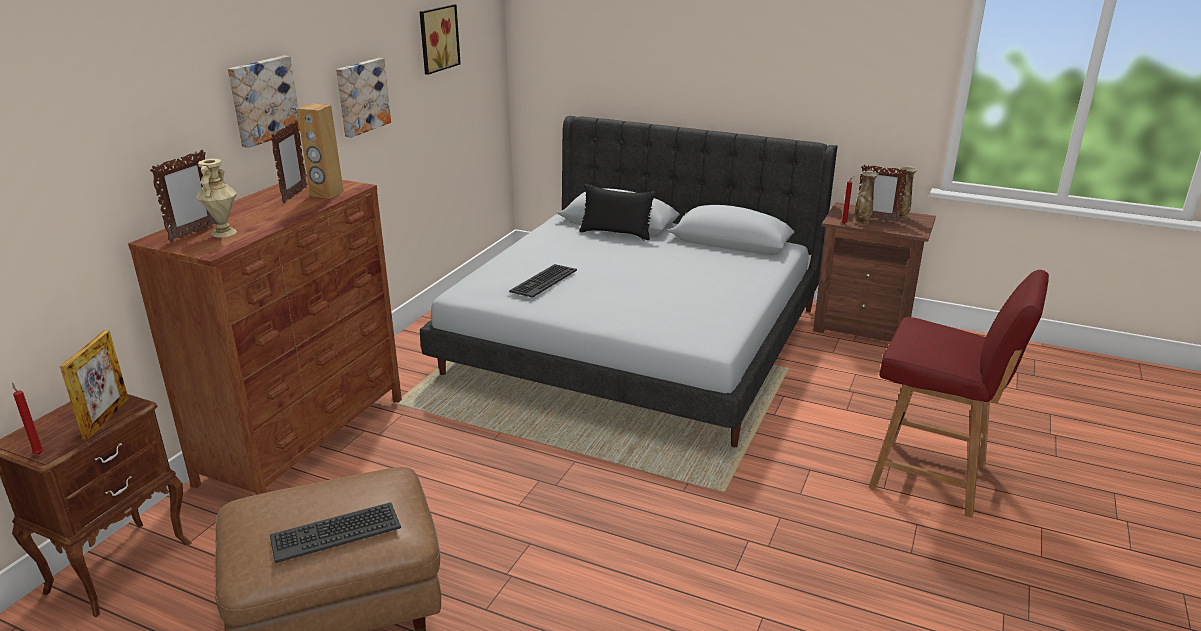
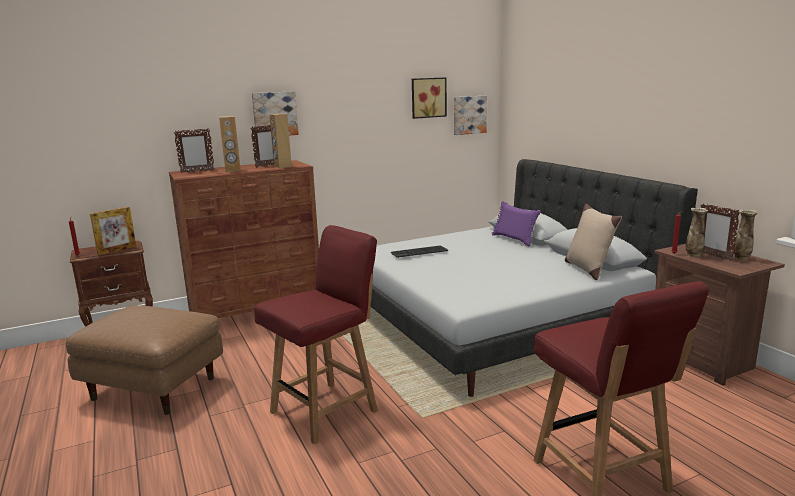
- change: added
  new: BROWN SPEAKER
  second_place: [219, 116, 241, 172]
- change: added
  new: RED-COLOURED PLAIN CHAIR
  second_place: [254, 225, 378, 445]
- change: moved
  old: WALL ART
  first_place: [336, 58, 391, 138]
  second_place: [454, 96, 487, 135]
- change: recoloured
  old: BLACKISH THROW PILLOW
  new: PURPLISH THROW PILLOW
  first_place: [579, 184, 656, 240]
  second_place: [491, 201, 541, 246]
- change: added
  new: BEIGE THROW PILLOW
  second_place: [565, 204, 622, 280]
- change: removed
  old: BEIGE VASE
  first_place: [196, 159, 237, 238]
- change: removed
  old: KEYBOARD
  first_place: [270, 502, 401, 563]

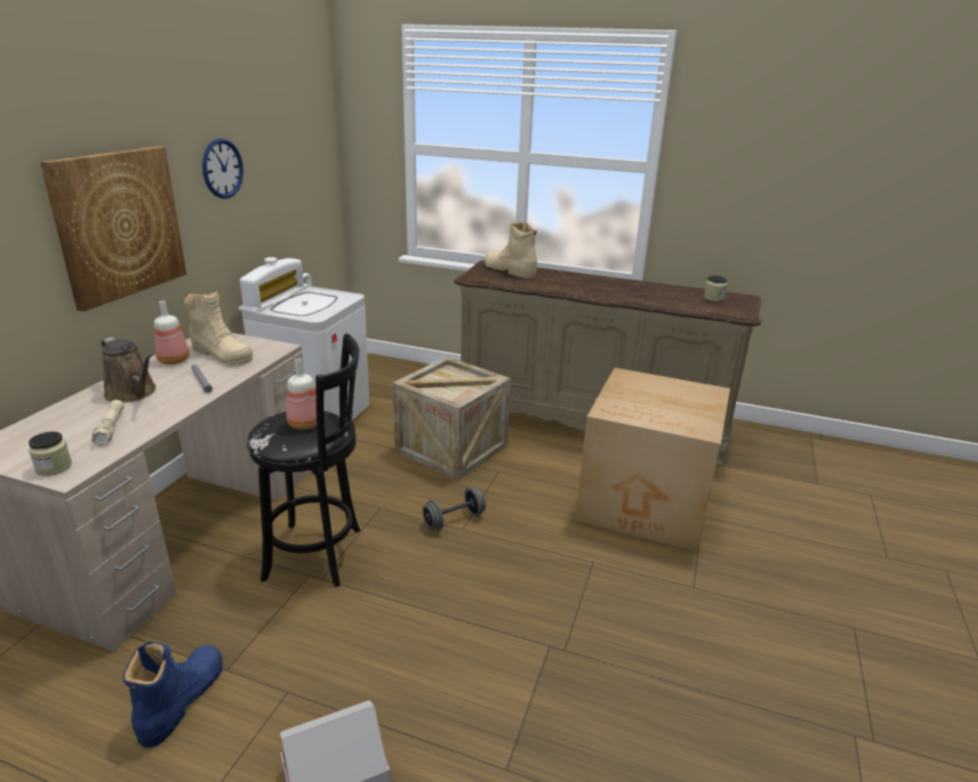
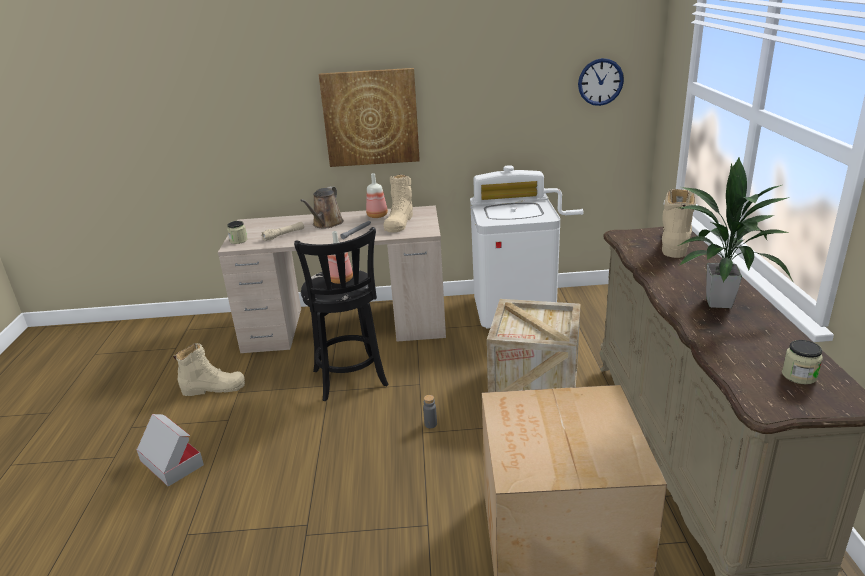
- change: recoloured
  old: BLUE TALL BOOT
  new: BEIGE TALL BOOT
  first_place: [123, 641, 223, 748]
  second_place: [174, 343, 245, 396]
- change: replaced
  old: GREY FREE WEIGHT
  new: GREY BEVERAGE BOTTLE
  first_place: [423, 487, 486, 530]
  second_place: [423, 395, 437, 428]
- change: moved
  old: CLOCK ON THE WALL
  first_place: [202, 138, 243, 198]
  second_place: [578, 58, 624, 106]
- change: added
  new: PLANT IN A POT
  second_place: [678, 157, 794, 308]

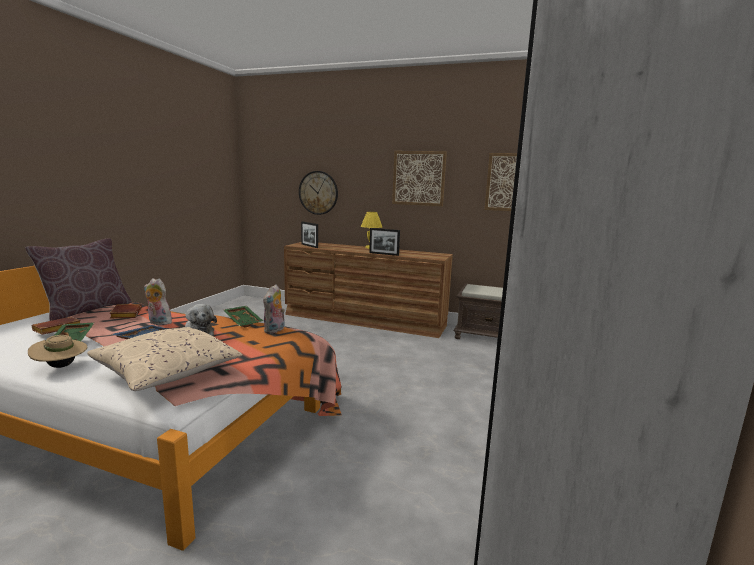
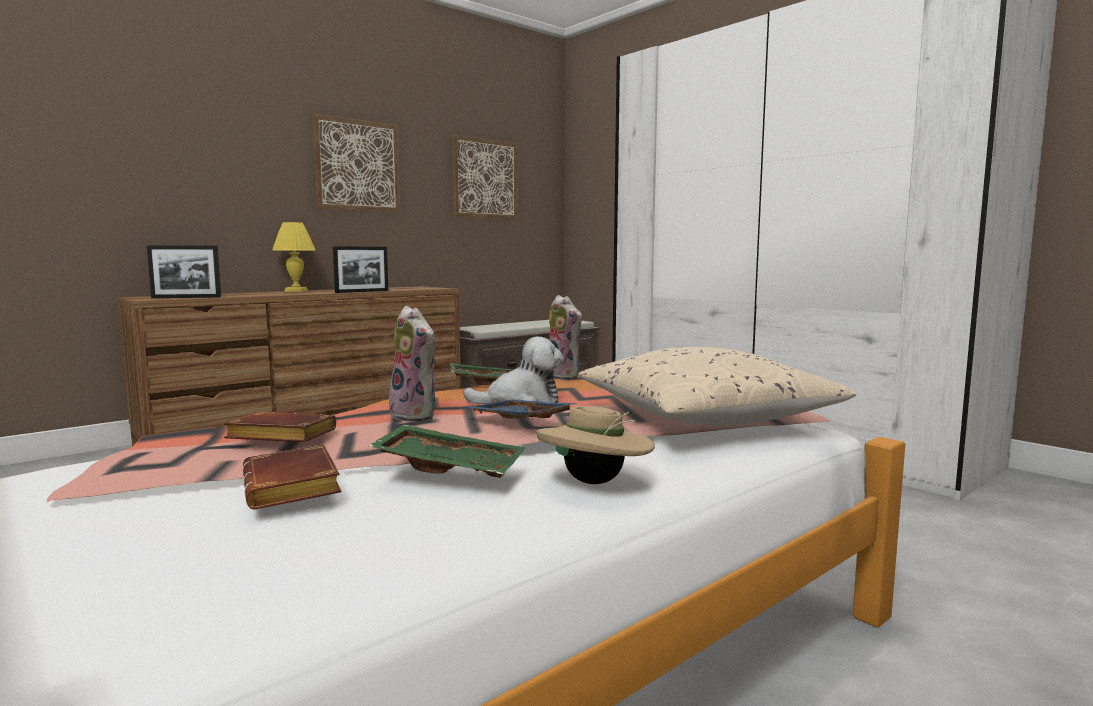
- change: turned
  old: PLUSH TOY
  first_place: [144, 278, 174, 325]
  second_place: [389, 306, 437, 422]
  degrees: -90
- change: removed
  old: BROWN THROW PILLOW
  first_place: [25, 238, 132, 321]
- change: removed
  old: CLOCK ON THE WALL
  first_place: [299, 171, 338, 215]

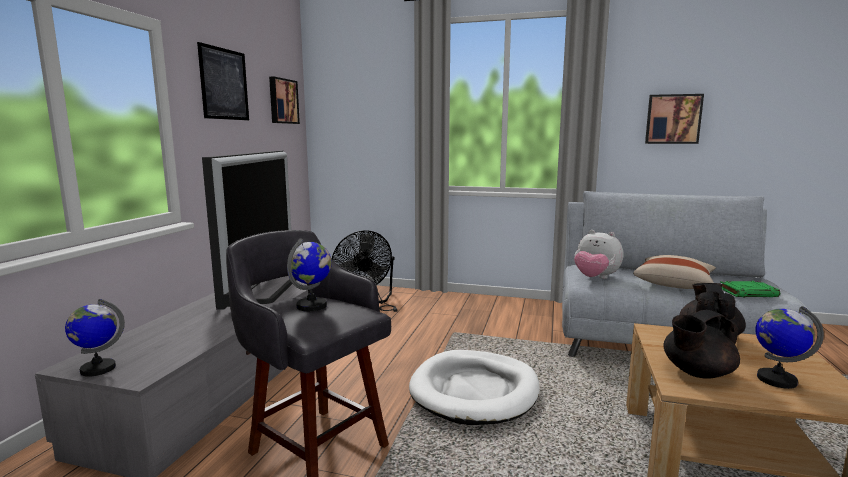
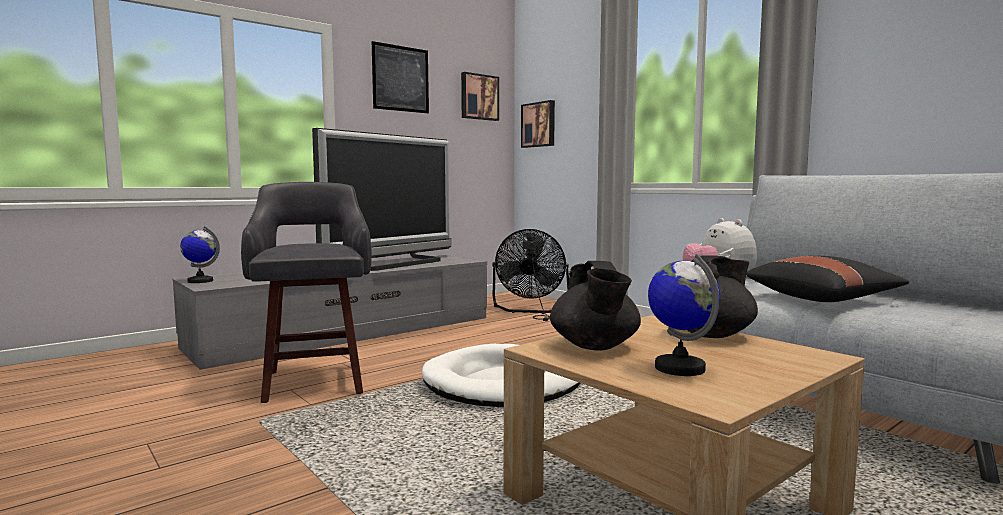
- change: moved
  old: WALL ART
  first_place: [645, 94, 704, 144]
  second_place: [521, 100, 555, 148]
- change: turned
  old: BLACKISH TEAPOT
  first_place: [664, 310, 740, 379]
  second_place: [550, 261, 641, 350]
  degrees: -105
- change: recoloured
  old: BEIGE THROW PILLOW
  new: BLACKISH THROW PILLOW
  first_place: [633, 255, 716, 289]
  second_place: [746, 256, 909, 302]
- change: removed
  old: WORLD GLOBE
  first_place: [287, 238, 332, 312]
- change: removed
  old: GREENISH VOLUME
  first_place: [720, 281, 780, 297]

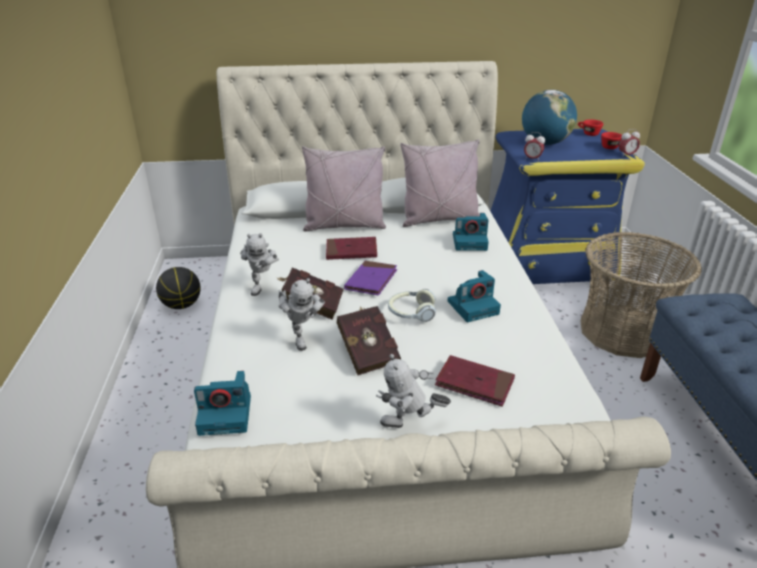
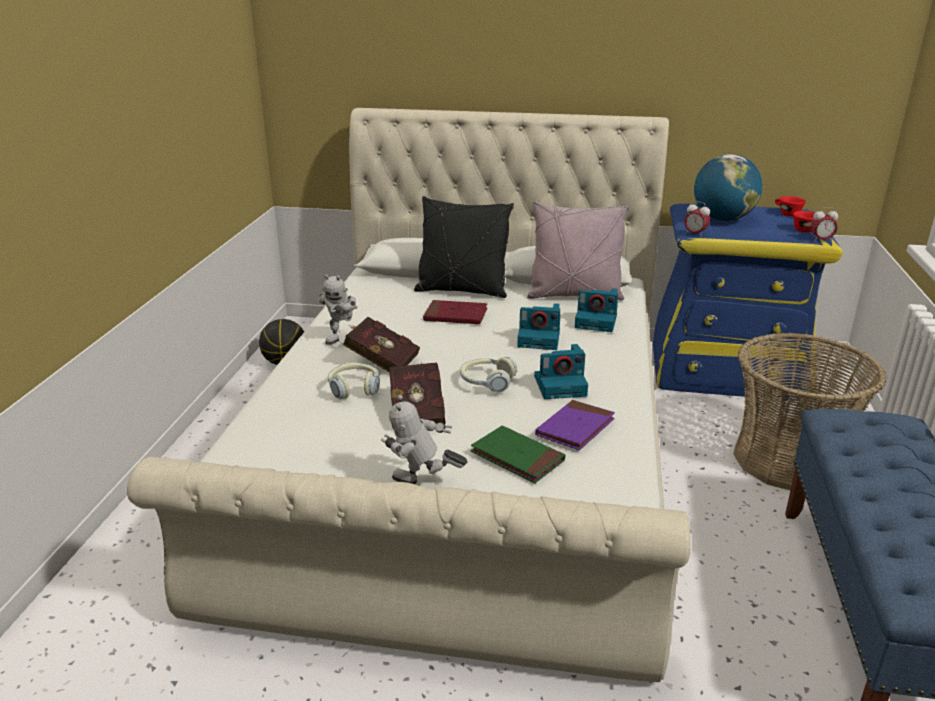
- change: replaced
  old: TOY ROBOT
  new: HEADSET
  first_place: [279, 278, 325, 351]
  second_place: [328, 362, 380, 399]
- change: recoloured
  old: PURPLISH THROW PILLOW
  new: BLACKISH THROW PILLOW
  first_place: [302, 146, 386, 231]
  second_place: [414, 196, 514, 298]
- change: recoloured
  old: RED-COLOURED VOLUME
  new: GREENISH VOLUME
  first_place: [435, 355, 515, 407]
  second_place: [471, 426, 565, 484]
- change: moved
  old: PHOTO CAMERA
  first_place: [194, 371, 251, 436]
  second_place: [517, 304, 560, 350]
- change: moved
  old: PURPLISH VOLUME
  first_place: [344, 261, 397, 296]
  second_place: [535, 400, 615, 450]

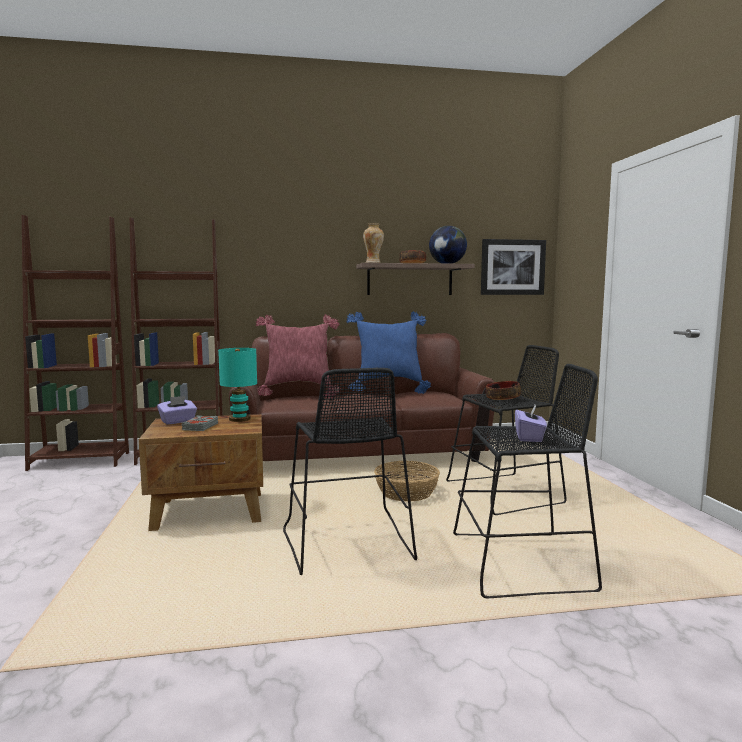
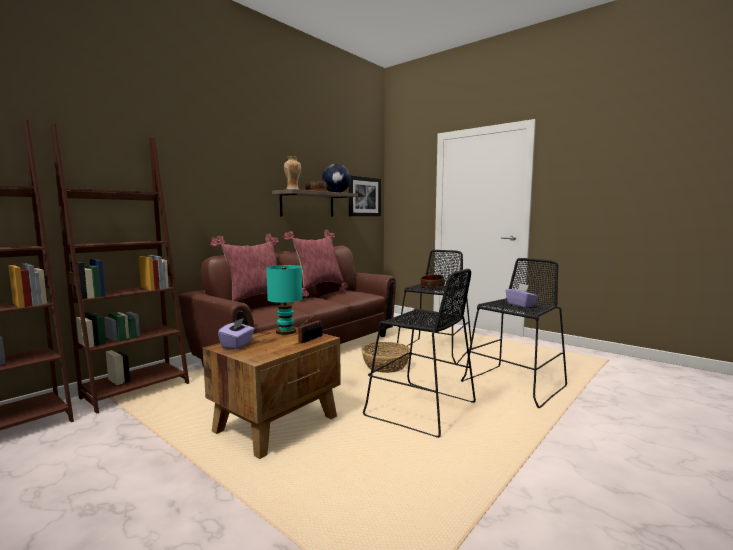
- change: recoloured
  old: BLUE THROW PILLOW
  new: RED-COLOURED THROW PILLOW
  first_place: [346, 311, 431, 394]
  second_place: [283, 229, 348, 297]
- change: added
  new: RADIO
  second_place: [298, 310, 323, 343]
- change: removed
  old: GREY VOLUME
  first_place: [182, 415, 218, 431]

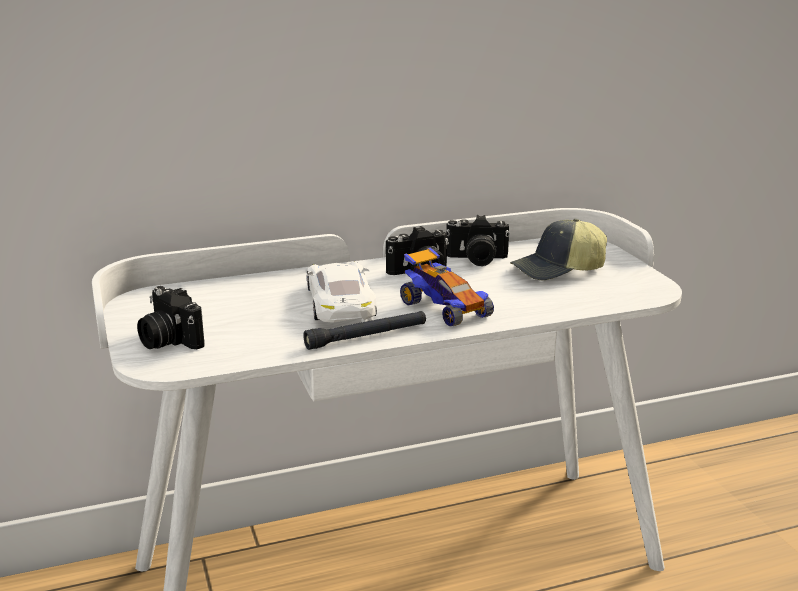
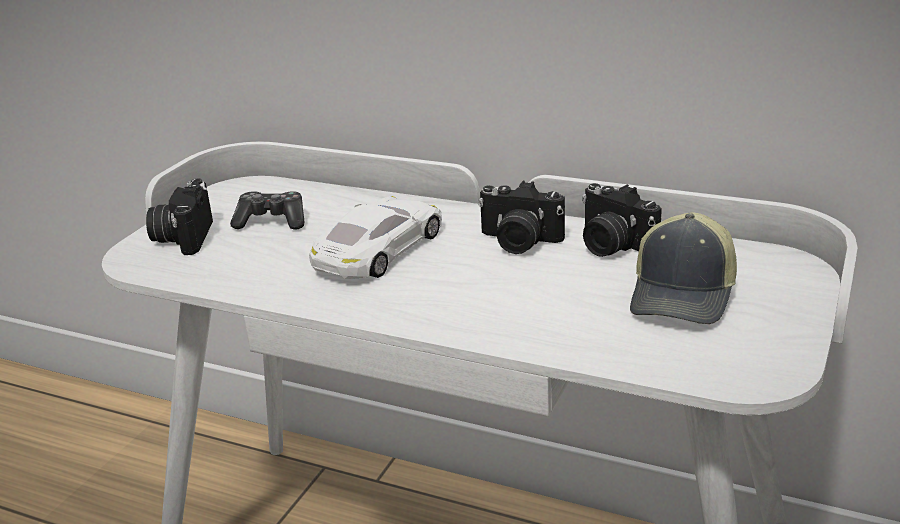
- change: added
  new: GAME CONTROLLER
  second_place: [230, 191, 305, 230]
- change: turned
  old: PEAKED CAP
  first_place: [510, 218, 607, 281]
  second_place: [630, 212, 737, 324]
  degrees: -90
- change: removed
  old: BLACKISH HAND TORCH
  first_place: [303, 311, 426, 350]
- change: removed
  old: MINIATURE CAR
  first_place: [400, 248, 494, 326]

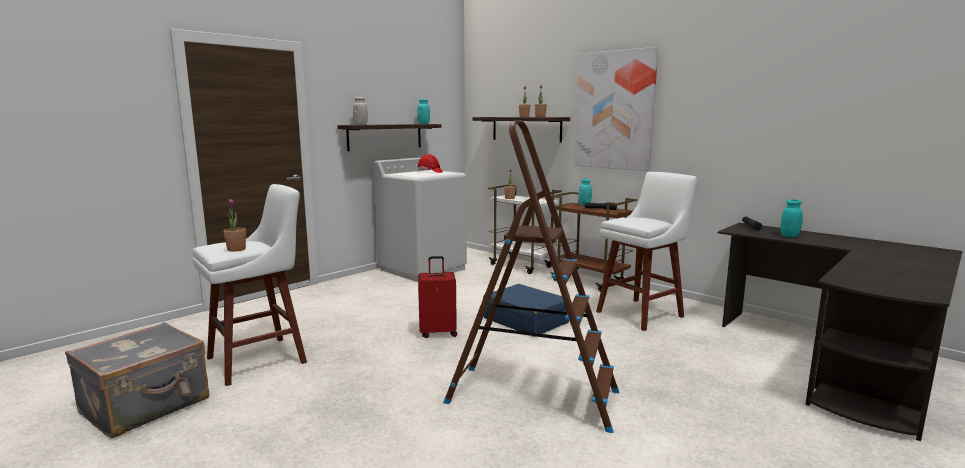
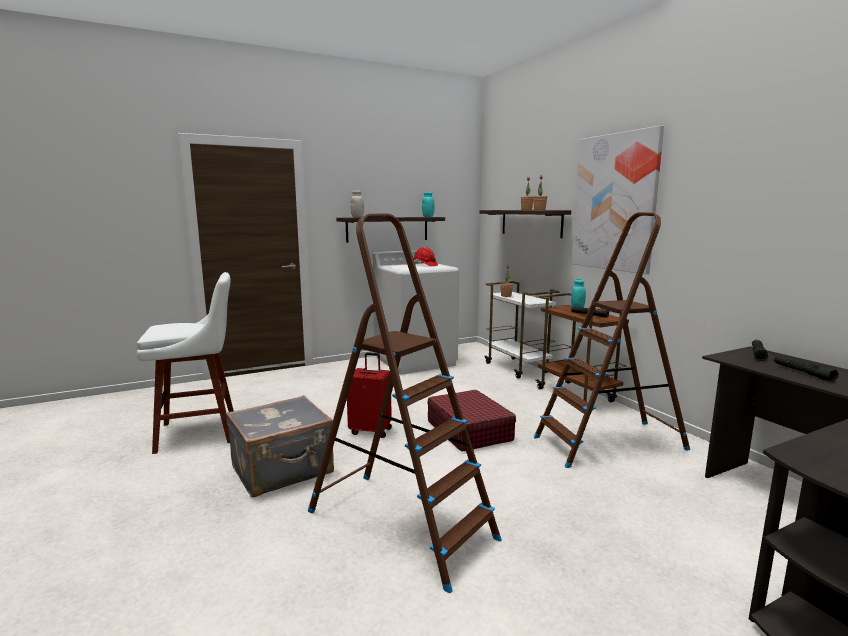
- change: moved
  old: GREY TRAVEL CASE
  first_place: [65, 322, 209, 439]
  second_place: [226, 395, 334, 497]
- change: recoloured
  old: BLUE TRAVEL CASE
  new: RED-COLOURED TRAVEL CASE
  first_place: [483, 284, 569, 337]
  second_place: [427, 390, 516, 452]
- change: replaced
  old: WHITISH SITTING STOOL
  new: BROWN STEPLADDER
  first_place: [596, 172, 697, 331]
  second_place: [534, 212, 690, 468]
- change: replaced
  old: BLUE-GREEN PRESERVE JAR
  new: BLACKISH HAND TORCH
  first_place: [780, 200, 803, 237]
  second_place: [774, 355, 839, 382]
- change: removed
  old: PLANT IN A POT
  first_place: [224, 199, 246, 252]

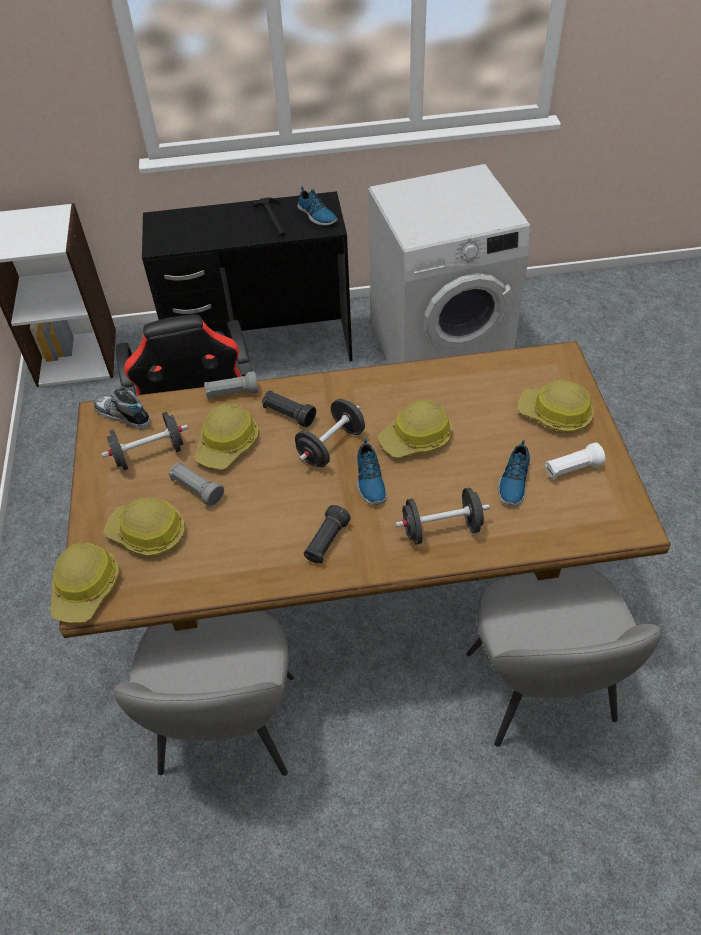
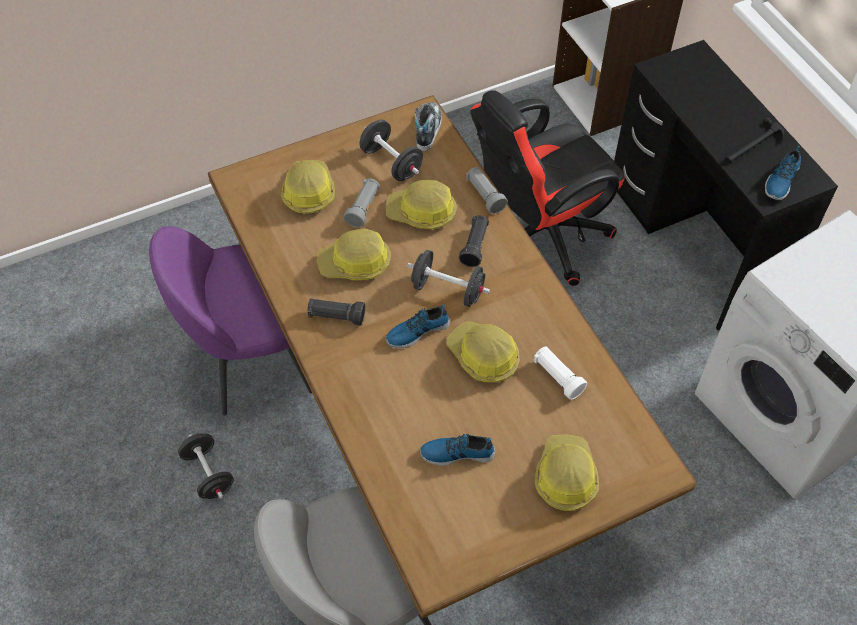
- change: recoloured
  old: GREY PLAIN CHAIR
  new: PURPLISH PLAIN CHAIR
  first_place: [114, 611, 294, 776]
  second_place: [149, 226, 312, 416]
- change: moved
  old: BLACKISH FREE WEIGHT
  first_place: [395, 488, 490, 544]
  second_place: [178, 433, 234, 499]
- change: moved
  old: WORK HELMET
  first_place: [50, 543, 120, 623]
  second_place: [317, 228, 391, 280]
- change: moved
  old: WHITISH HAND TORCH
  first_place: [545, 443, 606, 480]
  second_place: [534, 346, 587, 400]

